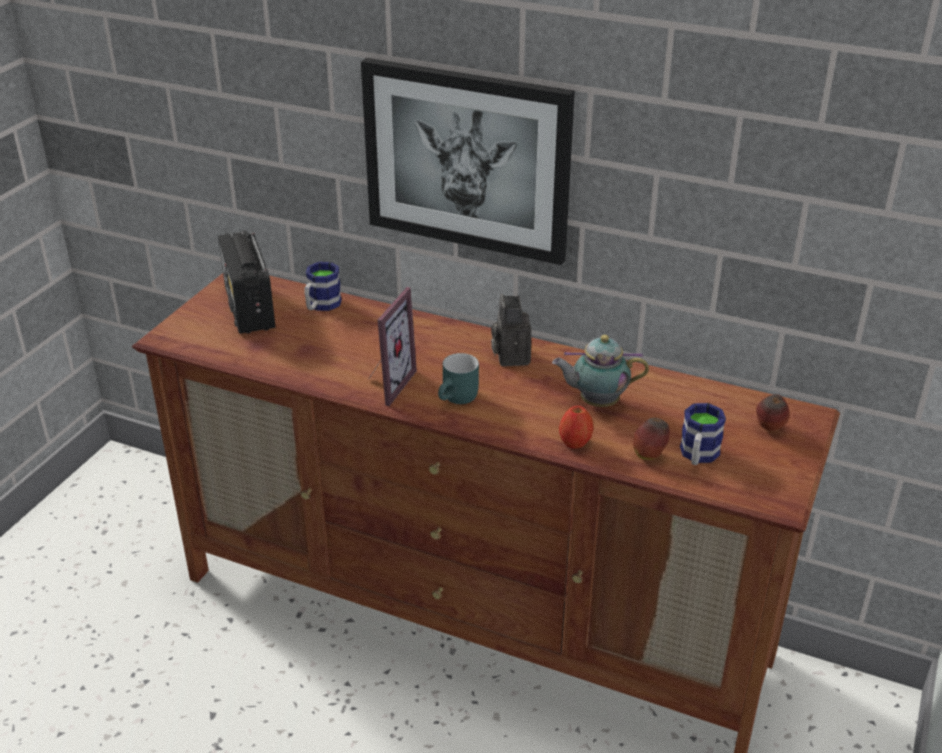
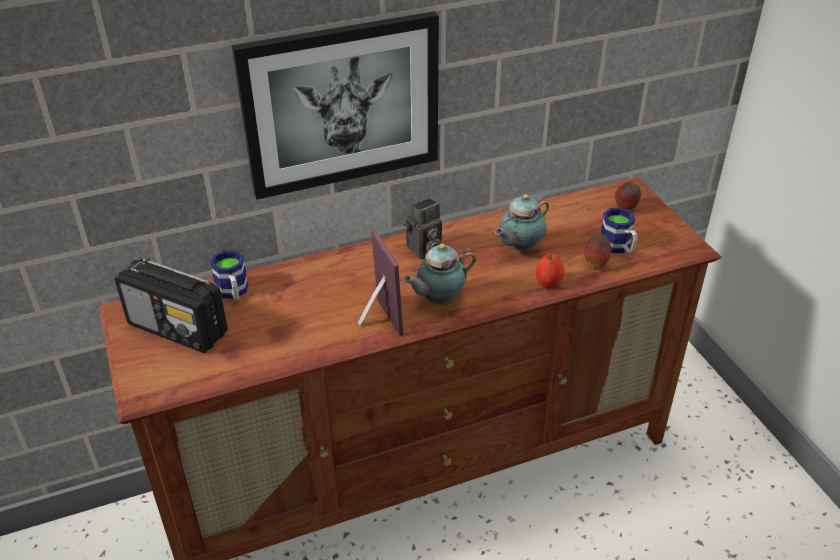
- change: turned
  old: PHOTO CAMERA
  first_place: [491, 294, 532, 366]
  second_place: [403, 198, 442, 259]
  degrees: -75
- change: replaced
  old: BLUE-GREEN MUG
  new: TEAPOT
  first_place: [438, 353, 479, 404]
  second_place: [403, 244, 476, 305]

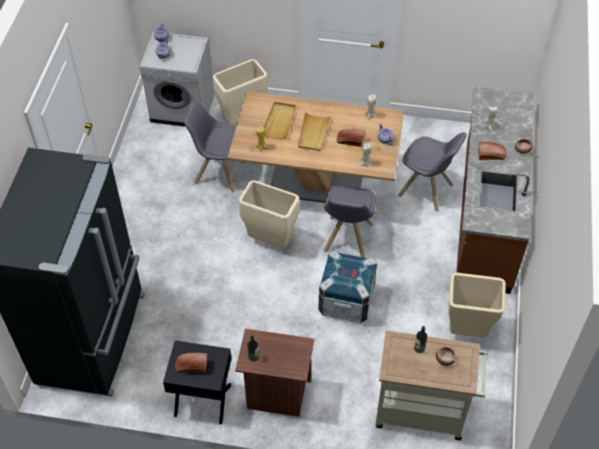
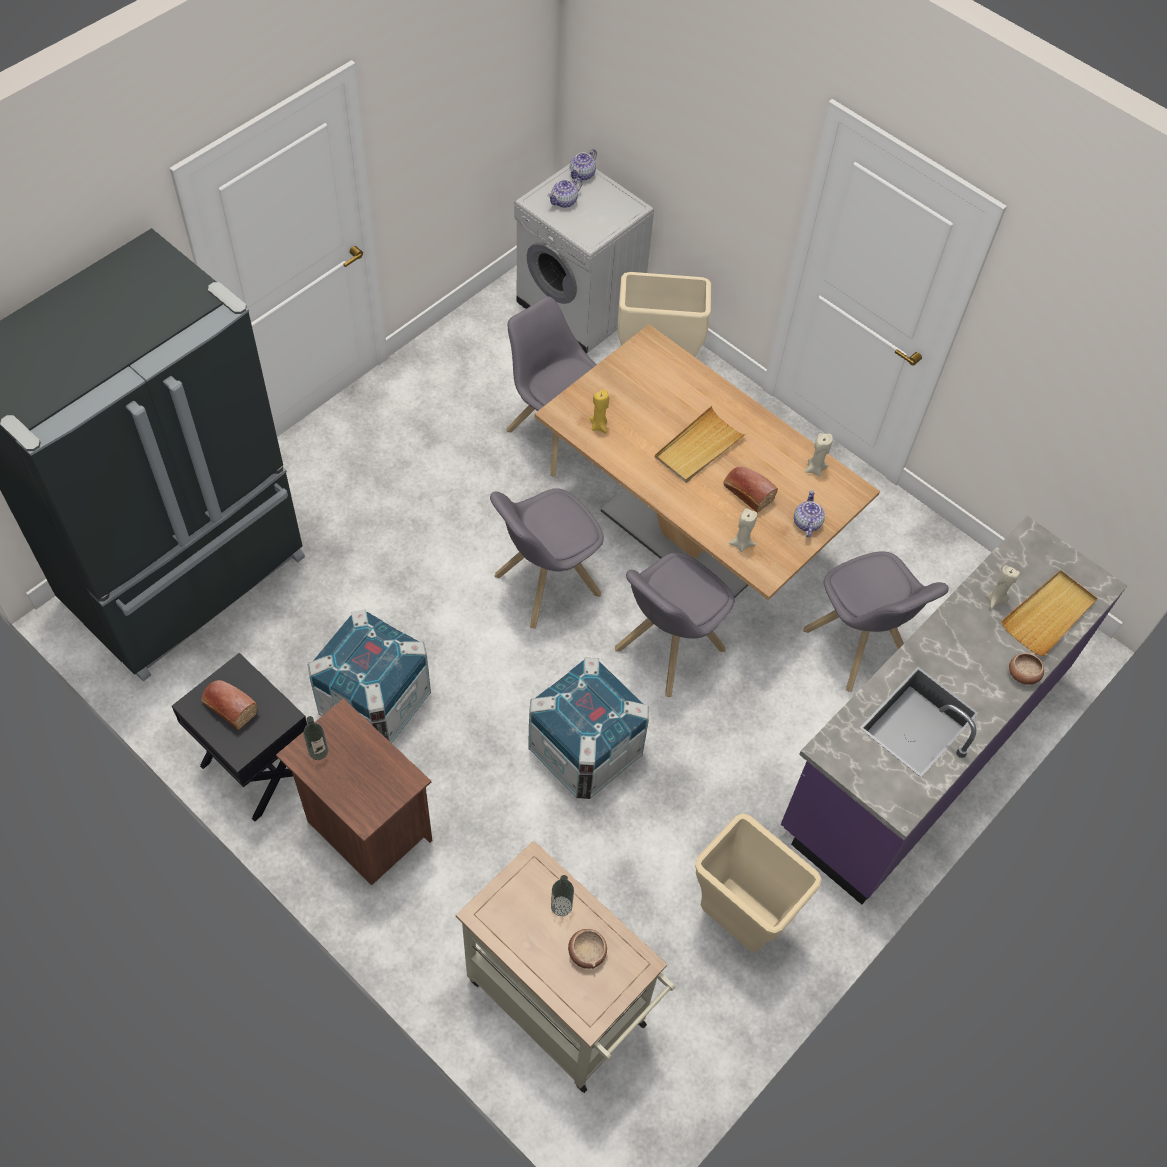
- change: added
  new: SHIPPING CRATE
  second_place: [308, 609, 431, 743]
- change: replaced
  old: BEIGE TRASH CAN
  new: GREY PLAIN CHAIR
  first_place: [239, 180, 299, 248]
  second_place: [490, 488, 604, 629]
- change: recoloured
  old: BROWN KITCHEN COUNTER
  new: PURPLISH KITCHEN COUNTER
  first_place: [456, 87, 534, 294]
  second_place: [781, 516, 1127, 905]
- change: moved
  old: BEIGE CARRYING TRAY
  first_place: [264, 102, 295, 140]
  second_place: [1002, 570, 1098, 656]
- change: removed
  old: BAKERY BREAD
  first_place: [478, 142, 506, 160]

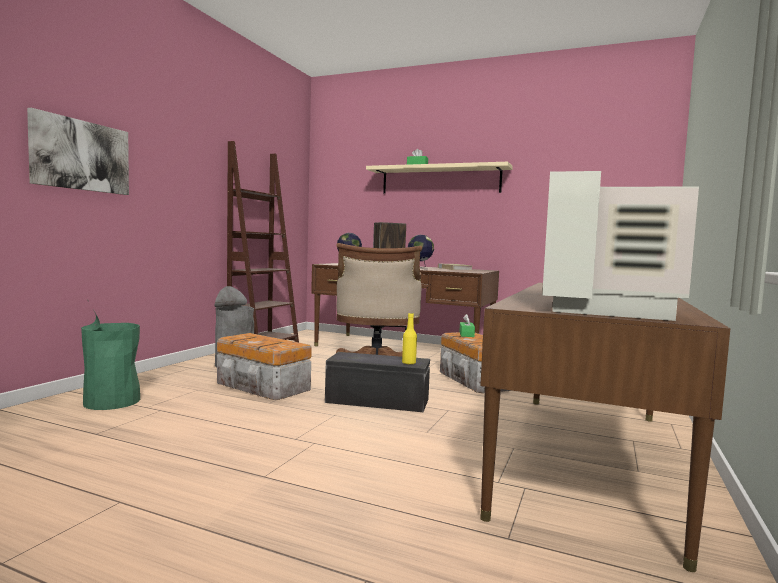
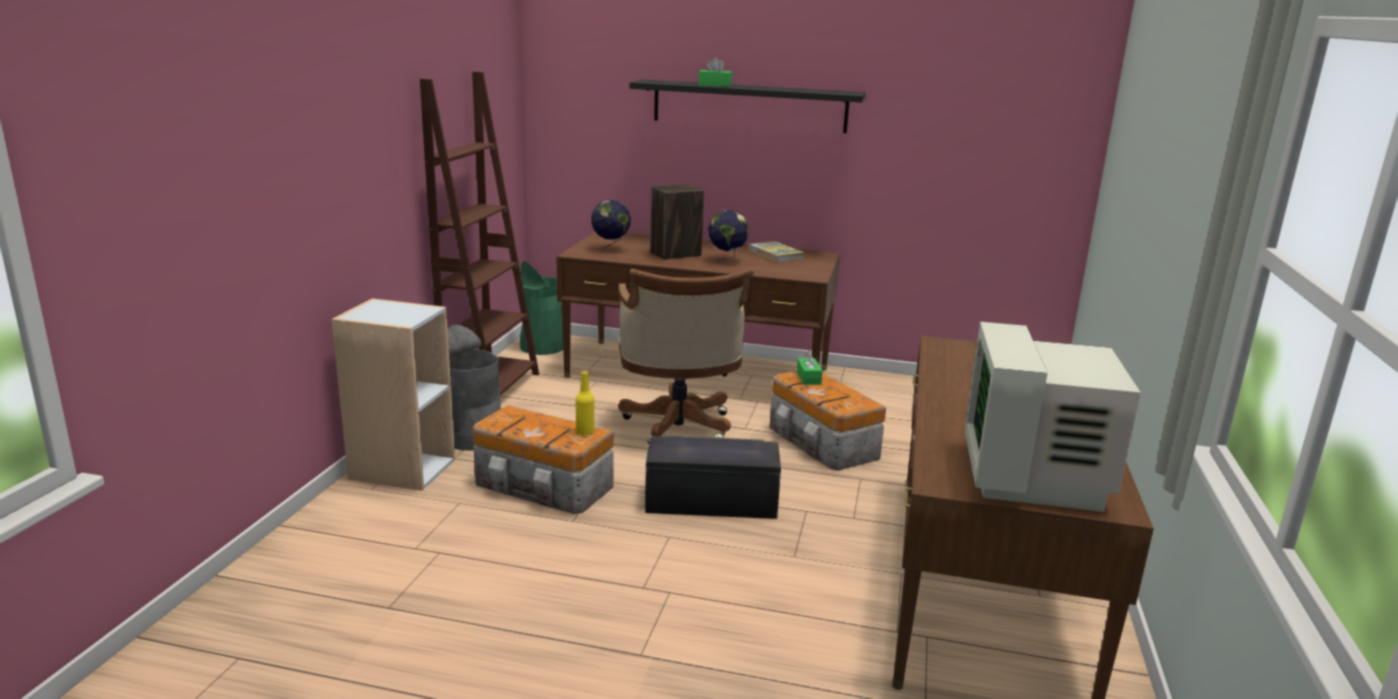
- change: added
  new: SHELVING UNIT
  second_place: [331, 298, 455, 491]
- change: moved
  old: GREENISH TRASH CAN
  first_place: [81, 301, 140, 410]
  second_place: [520, 261, 563, 355]
- change: moved
  old: YELLOW BEVERAGE BOTTLE
  first_place: [402, 313, 417, 365]
  second_place: [576, 370, 594, 435]
- change: recoloured
  old: BEIGE BRACKET SHELF
  new: BLACKISH BRACKET SHELF
  first_place: [366, 162, 513, 193]
  second_place: [629, 80, 866, 133]
- change: removed
  old: WALL ART
  first_place: [27, 108, 129, 195]

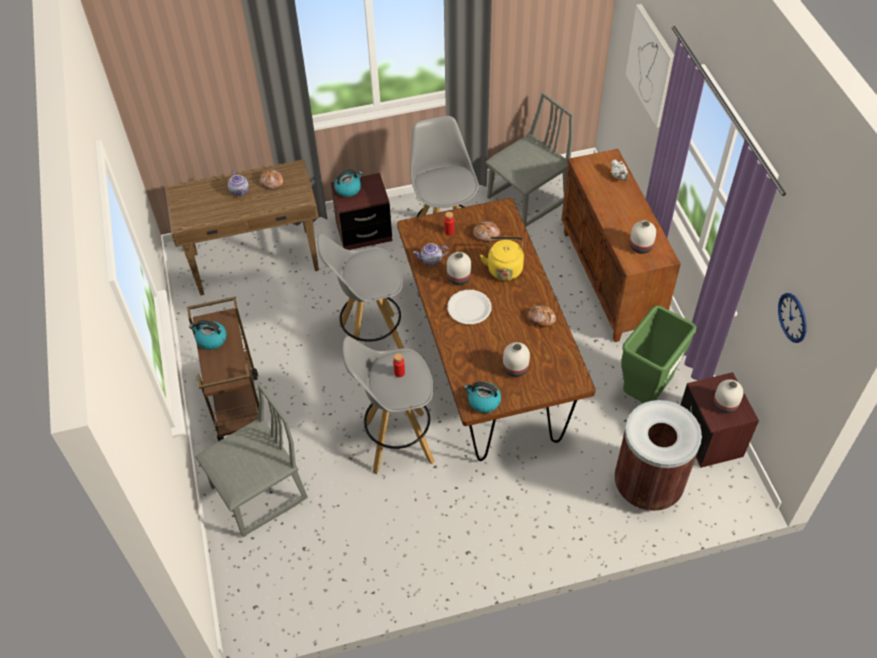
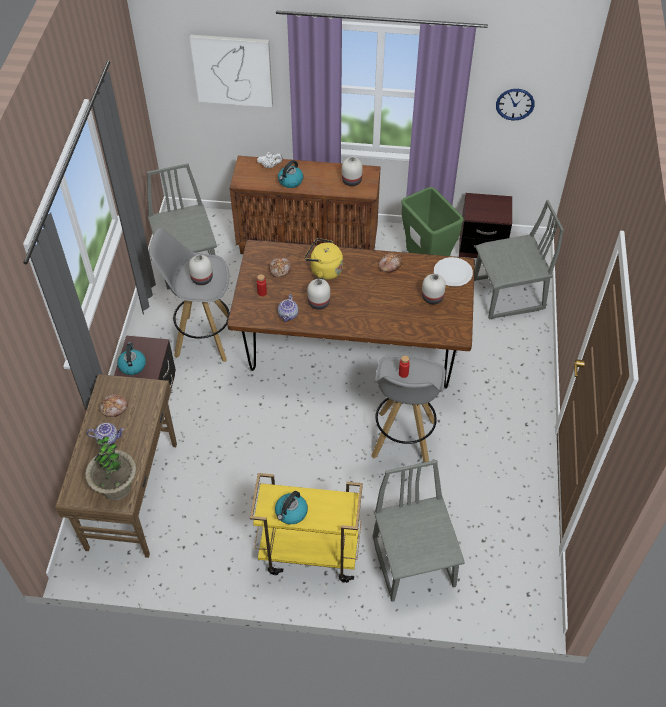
- change: added
  new: PLANT IN A POT
  second_place: [85, 437, 136, 500]
- change: moved
  old: WHITISH VASE
  first_place: [714, 379, 743, 413]
  second_place: [189, 255, 213, 285]
- change: recoloured
  old: BROWN TROLLEY
  new: YELLOW TROLLEY
  first_place: [187, 297, 264, 442]
  second_place: [250, 473, 363, 583]
- change: moved
  old: KETTLE
  first_place: [464, 382, 501, 413]
  second_place: [278, 160, 303, 188]
- change: moved
  old: WHITISH DINNER PLATE
  first_place: [447, 290, 491, 324]
  second_place: [434, 257, 473, 287]
- change: replaced
  old: BROWN TRASH CAN
  new: GREY PLAIN CHAIR
  first_place: [614, 400, 702, 511]
  second_place: [474, 200, 564, 320]
- change: removed
  old: GREY SITTING STOOL
  first_place: [317, 233, 404, 349]

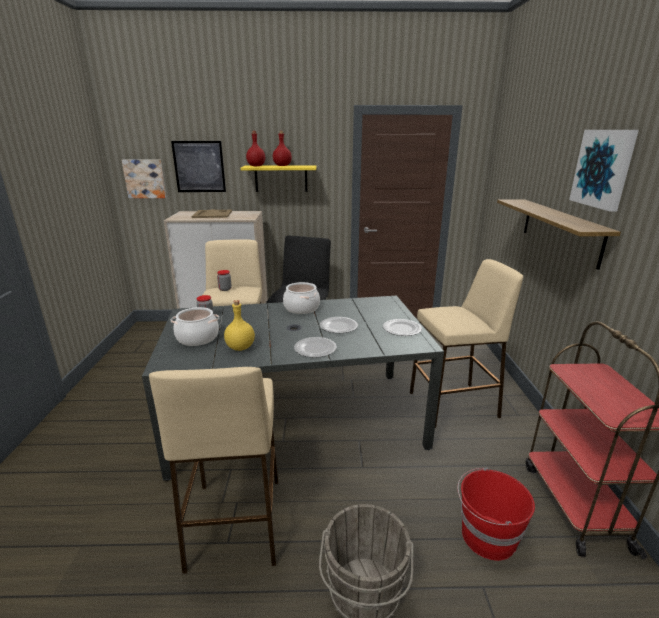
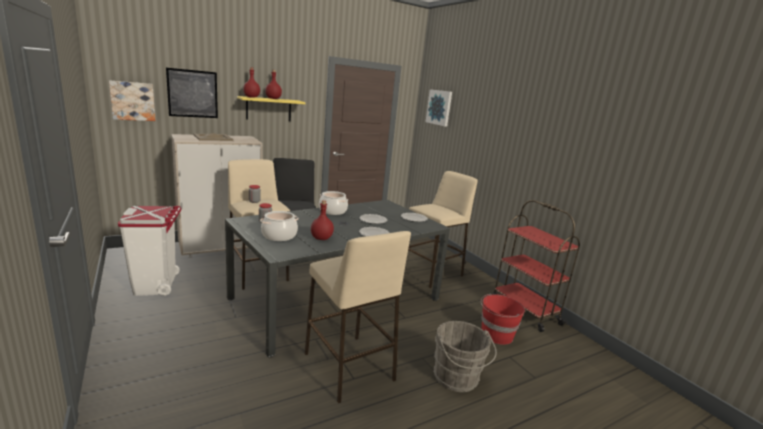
- change: added
  new: WHITISH TRASH CAN
  second_place: [118, 206, 182, 296]
- change: recoloured
  old: YELLOW BEVERAGE BOTTLE
  new: RED-COLOURED BEVERAGE BOTTLE
  first_place: [224, 300, 255, 351]
  second_place: [311, 200, 334, 240]
- change: moved
  old: WALL ART
  first_place: [569, 130, 639, 212]
  second_place: [426, 89, 452, 127]
- change: removed
  old: BRACKET SHELF
  first_place: [497, 200, 621, 270]

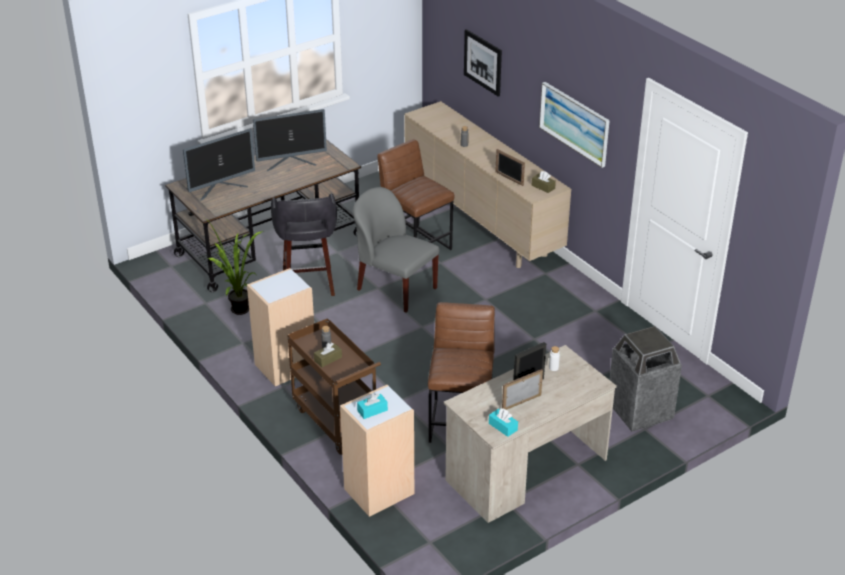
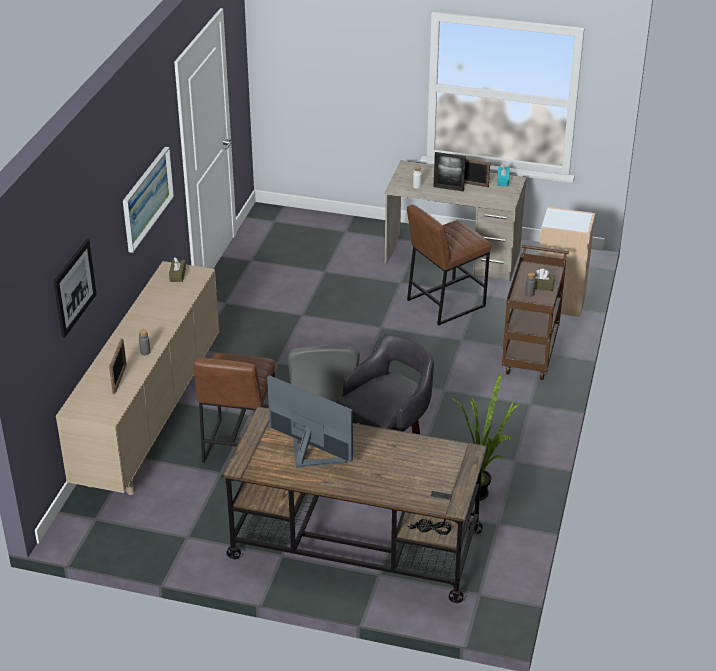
- change: moved
  old: PHOTO FRAME
  first_place: [495, 149, 525, 186]
  second_place: [109, 338, 127, 394]
- change: removed
  old: COMPUTER SCREEN
  first_place: [183, 129, 255, 201]
- change: removed
  old: SHELVING UNIT
  first_place: [247, 268, 314, 386]
- change: removed
  old: BLUE-GREEN TISSUE BOX
  first_place: [357, 393, 388, 419]
- change: removed
  old: TRASH CAN
  first_place: [609, 326, 682, 432]

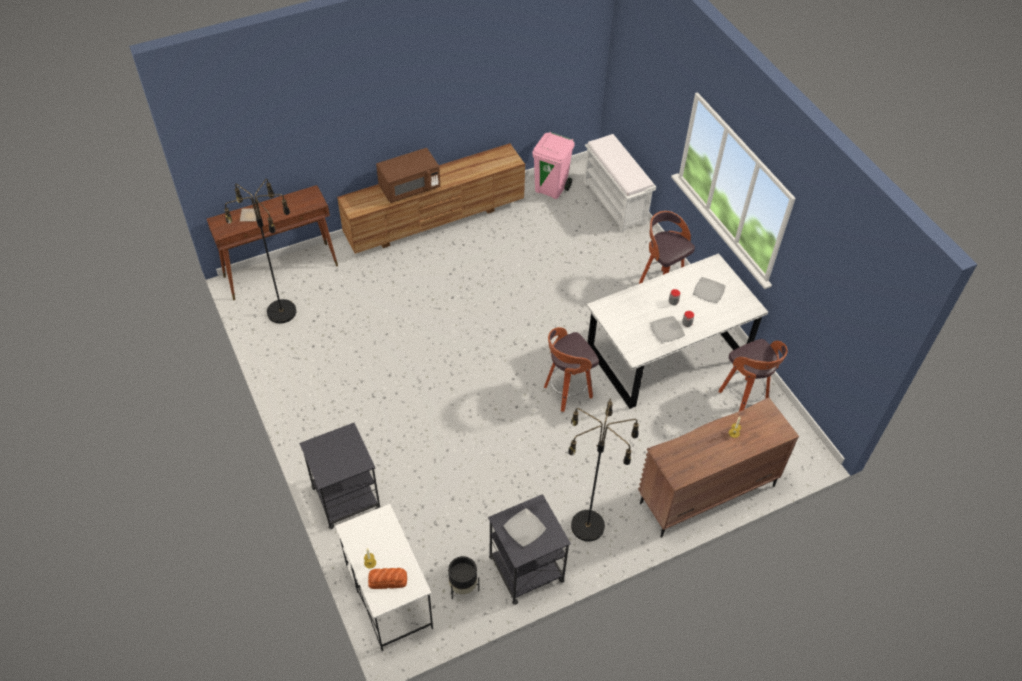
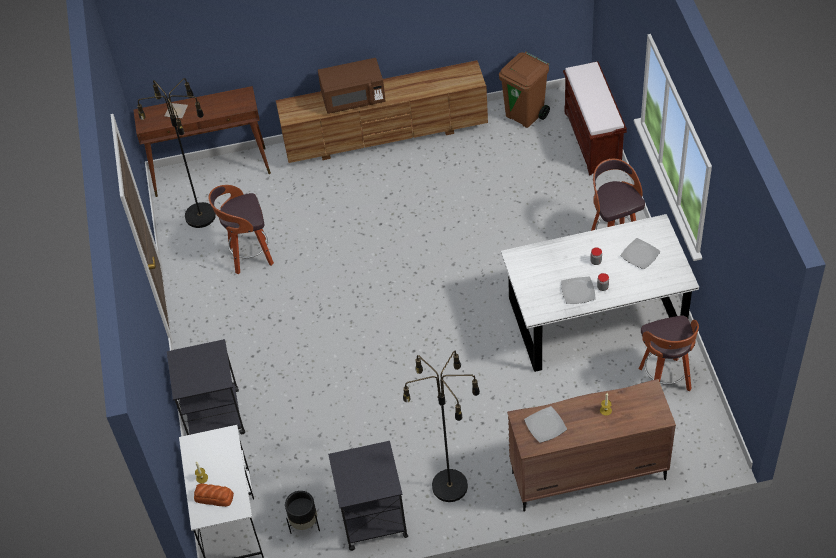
- change: moved
  old: SITTING STOOL
  first_place: [544, 327, 599, 412]
  second_place: [209, 185, 274, 274]
- change: recoloured
  old: PINKISH TRASH CAN
  new: BROWN TRASH CAN
  first_place: [532, 132, 574, 199]
  second_place: [499, 52, 550, 128]
- change: moved
  old: DINNER PLATE
  first_place: [504, 508, 546, 547]
  second_place: [524, 406, 567, 443]
- change: recoloured
  old: WHITISH INDOOR BENCH
  new: BROWN INDOOR BENCH
  first_place: [584, 134, 656, 233]
  second_place: [563, 61, 627, 175]

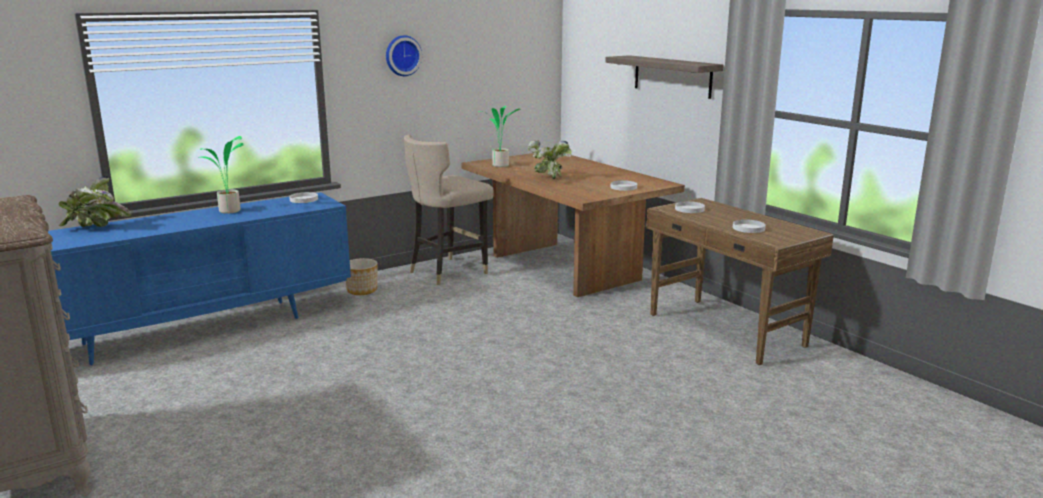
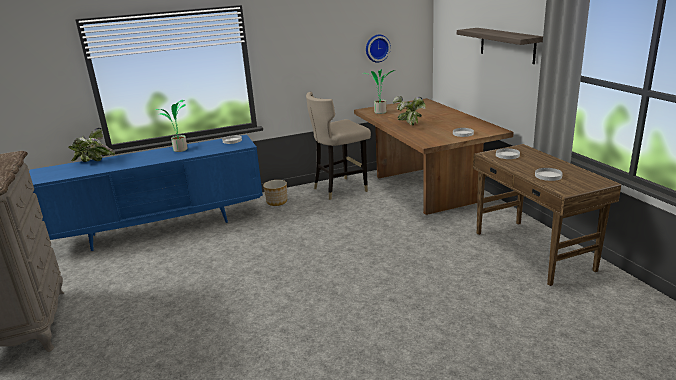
- change: moved
  old: CLOCK ON THE WALL
  first_place: [386, 35, 422, 76]
  second_place: [366, 35, 391, 62]

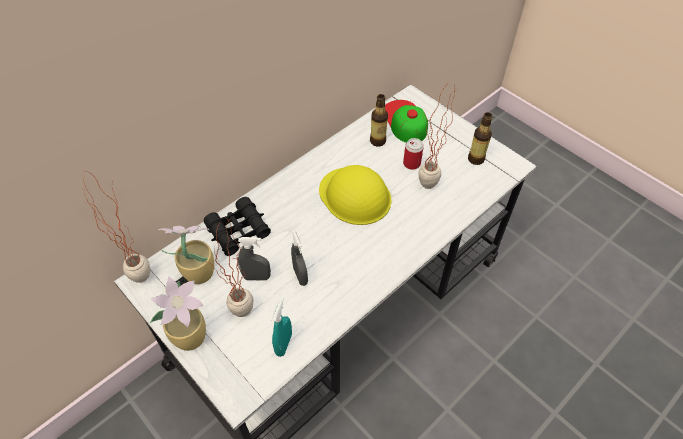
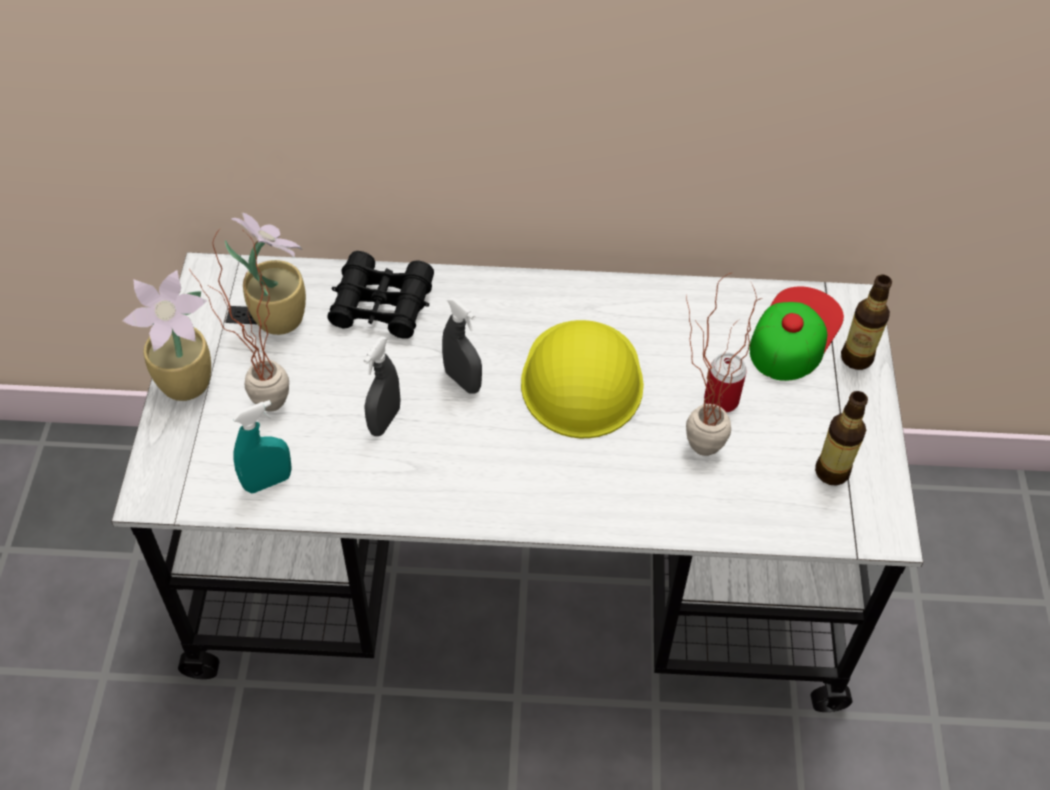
- change: moved
  old: GREY HAND SPRAYER
  first_place: [238, 237, 271, 281]
  second_place: [442, 297, 482, 394]
- change: moved
  old: BEVERAGE BOTTLE
  first_place: [370, 94, 388, 147]
  second_place: [841, 275, 892, 370]
- change: removed
  old: PLANT IN A POT
  first_place: [83, 171, 150, 283]

